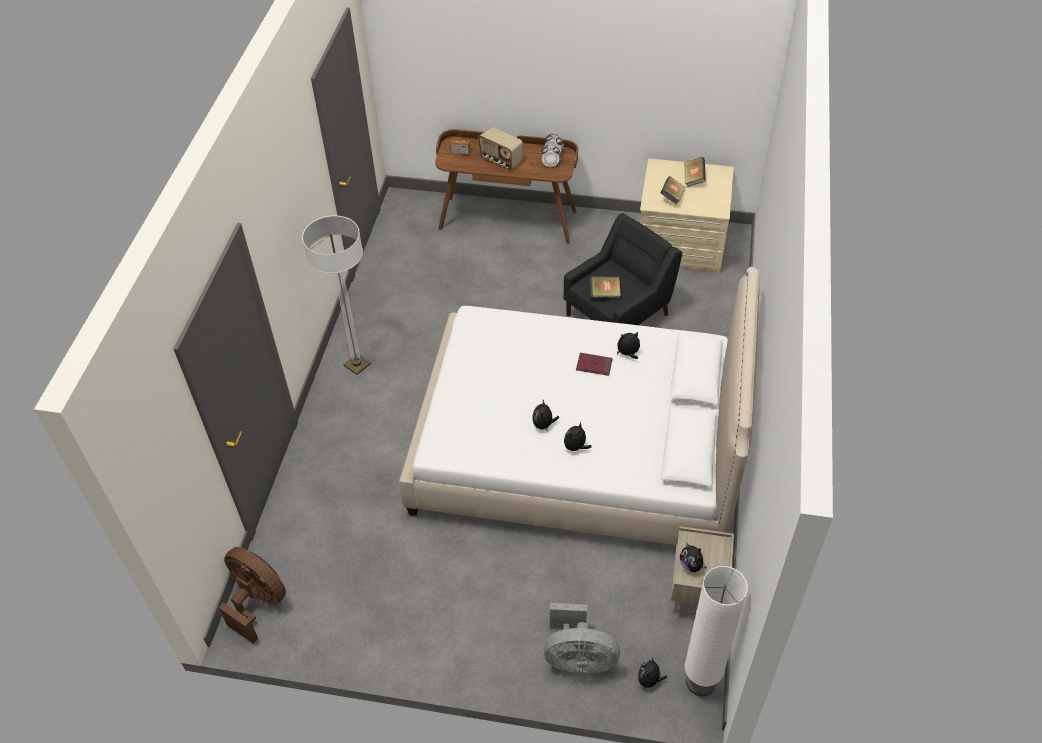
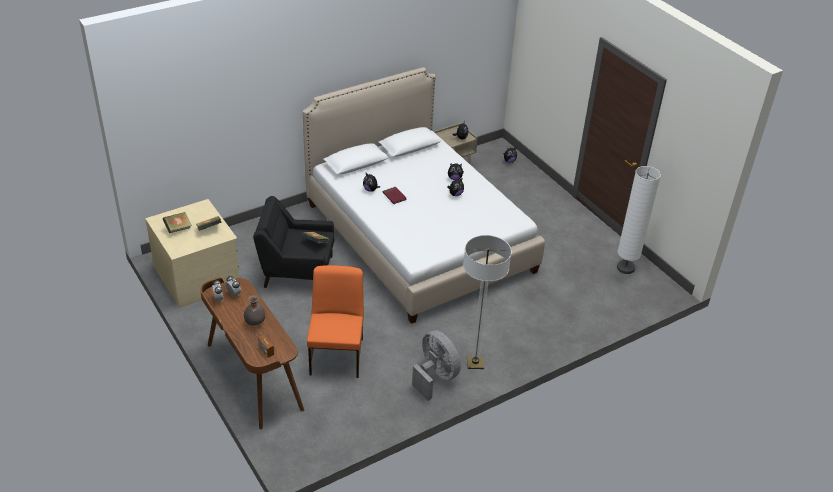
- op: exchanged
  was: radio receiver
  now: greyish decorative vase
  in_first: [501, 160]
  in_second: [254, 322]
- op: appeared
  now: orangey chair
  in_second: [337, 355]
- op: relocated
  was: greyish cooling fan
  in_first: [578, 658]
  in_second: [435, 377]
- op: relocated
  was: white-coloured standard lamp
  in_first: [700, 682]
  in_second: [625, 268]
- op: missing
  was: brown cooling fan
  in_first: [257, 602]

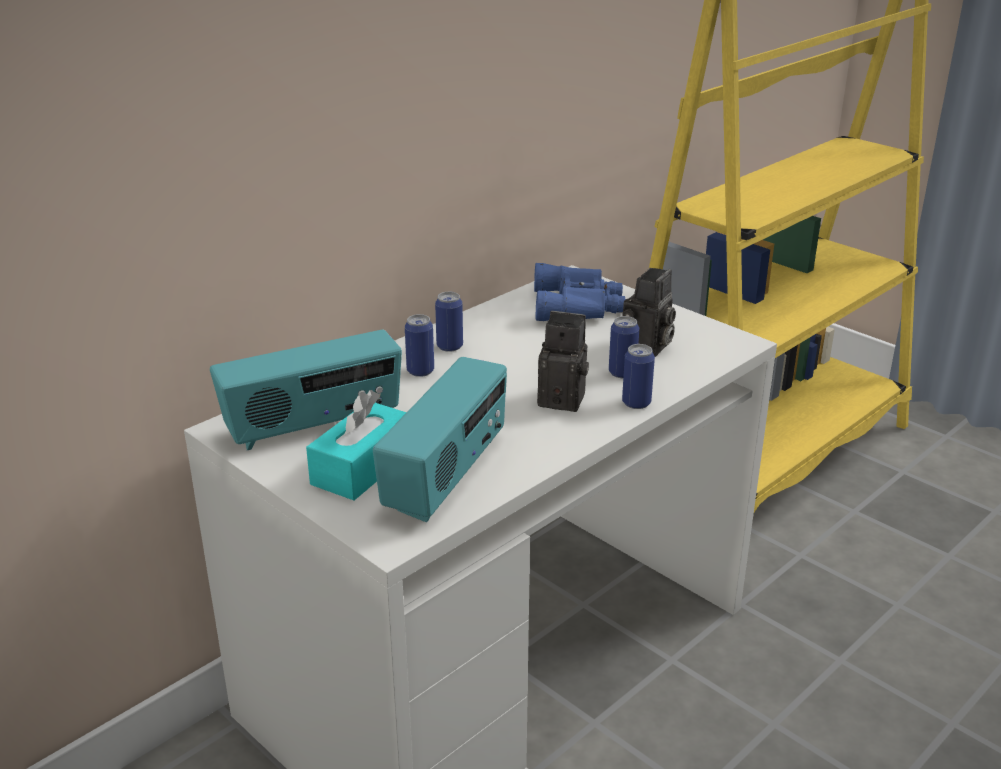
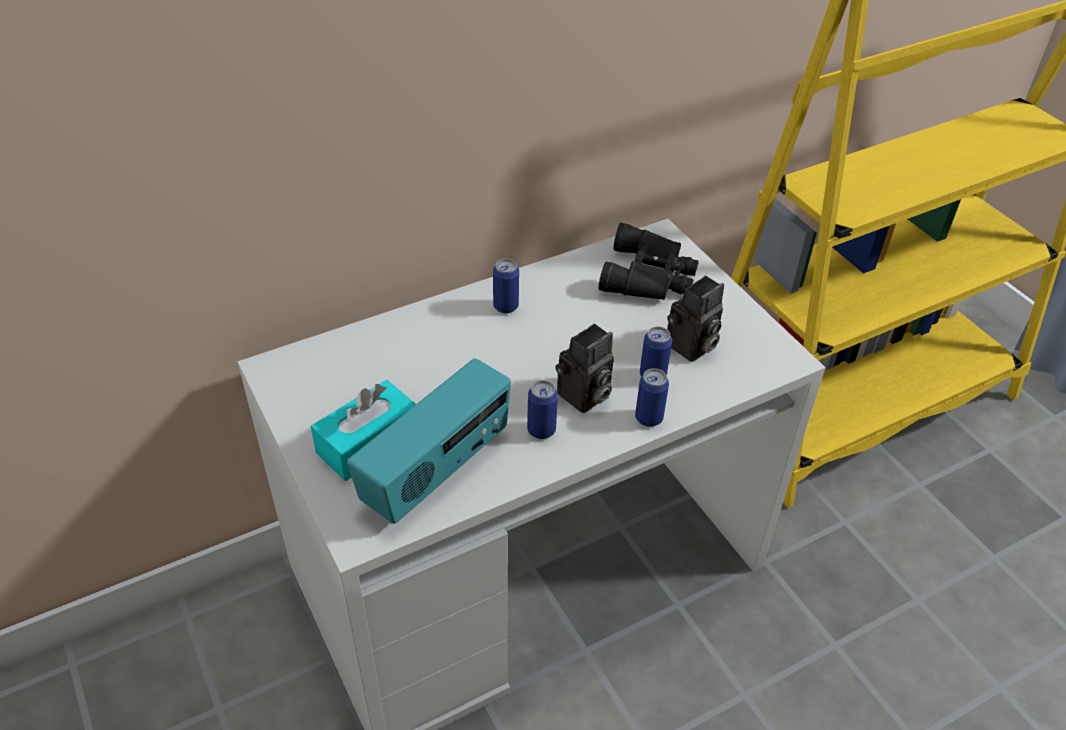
- op: relocated
  was: can
  in_first: [420, 371]
  in_second: [541, 430]
- op: spun
  was: still camera
  in_first: [565, 398]
  in_second: [583, 397]
  clockwise: 105
- op: colour
  was: blue binoculars
  now: blackish binoculars
  in_first: [579, 305]
  in_second: [650, 275]
- op: missing
  was: radio receiver
  in_first: [314, 426]

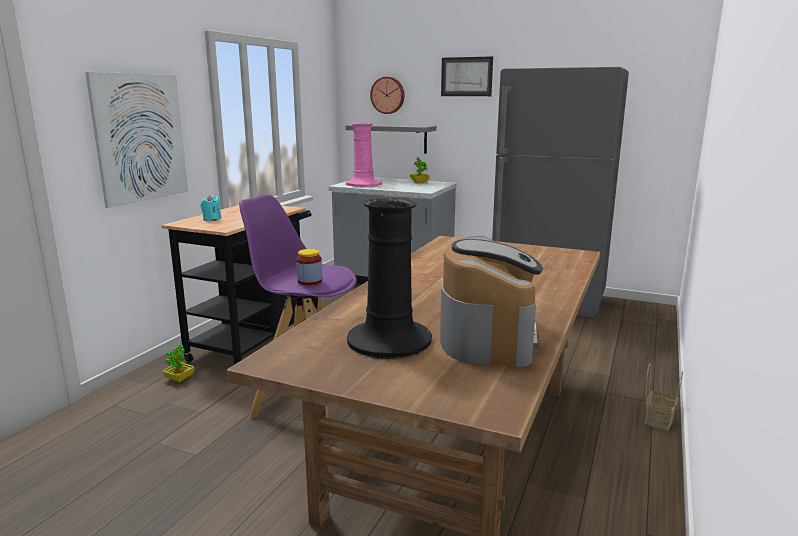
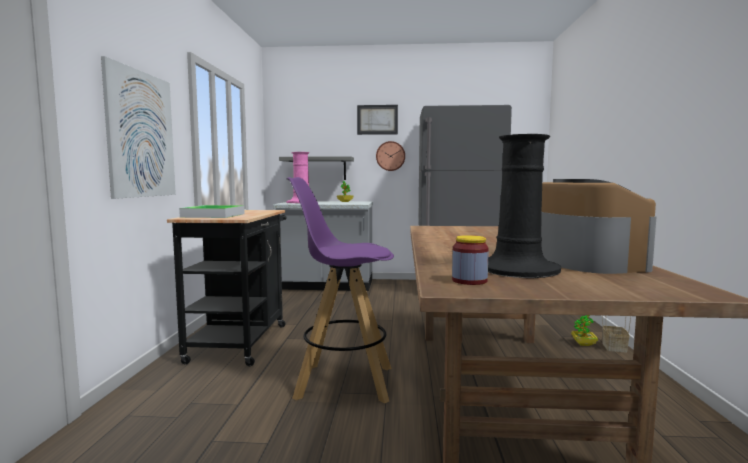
- op: exchanged
  was: blue-green wax light
  now: tray
  in_first: [212, 219]
  in_second: [213, 215]
- op: relocated
  was: clock on the wall
  in_first: [388, 95]
  in_second: [390, 156]
- op: relocated
  was: storage jar
  in_first: [310, 281]
  in_second: [469, 281]
- op: relocated
  was: potted plant
  in_first: [179, 379]
  in_second: [583, 344]

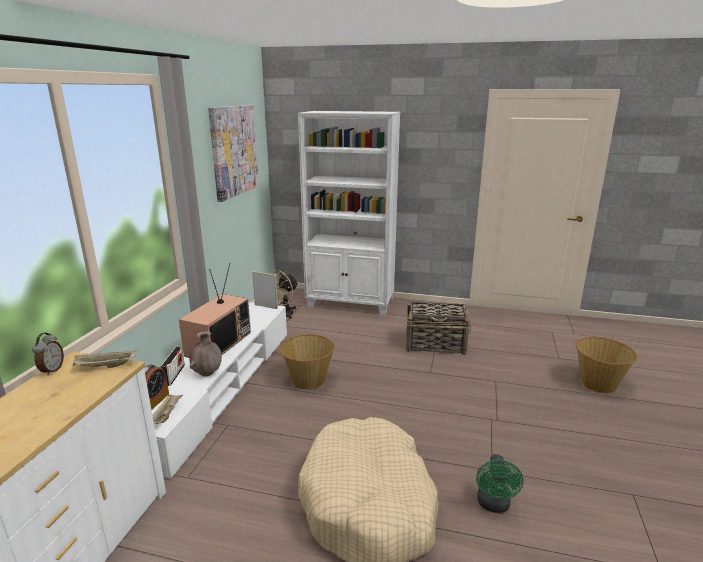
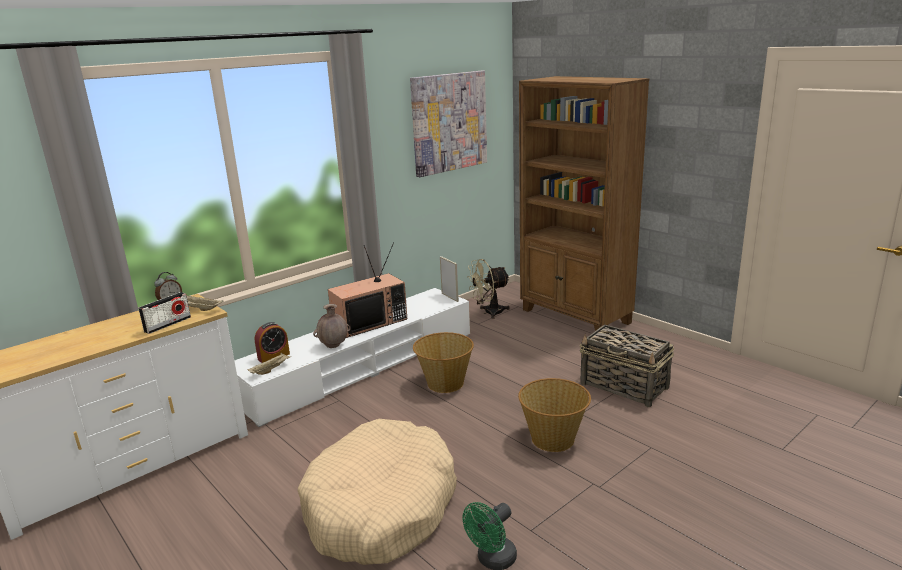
- op: relocated
  was: radio receiver
  in_first: [174, 375]
  in_second: [168, 324]
- op: relocated
  was: household basket
  in_first: [598, 383]
  in_second: [553, 439]
- op: colour
  was: white-coloured bookcase
  now: brown bookcase
  in_first: [351, 303]
  in_second: [575, 317]

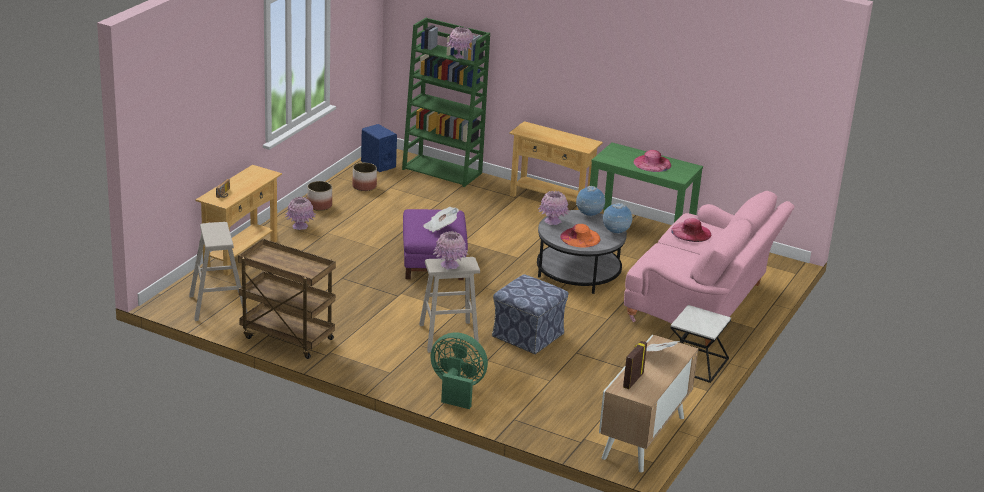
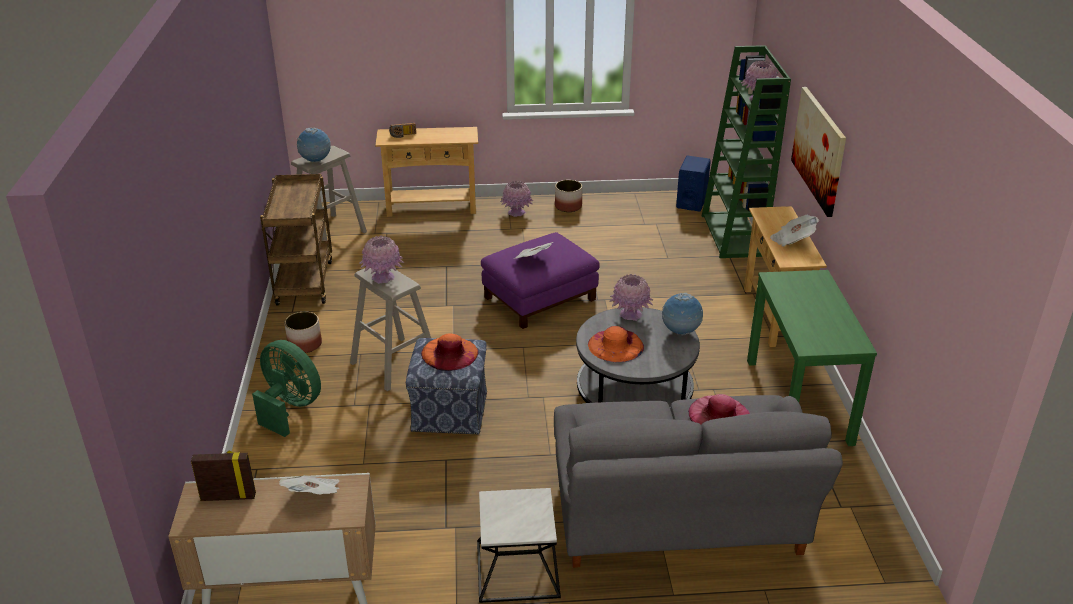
- op: spun
  was: greenish cooling fan
  in_first: [456, 389]
  in_second: [290, 408]
  clockwise: -45
- op: relocated
  was: plant pot
  in_first: [364, 186]
  in_second: [305, 344]
- op: relocated
  was: globe
  in_first: [616, 233]
  in_second: [316, 161]
- op: appeared
  now: orangey hat
  in_second: [449, 353]
- op: colour
  was: pink sofa
  now: greyish sofa
  in_first: [702, 305]
  in_second: [678, 521]
- op: appeared
  now: printed paper
  in_second: [792, 240]
- op: appeared
  now: wall art
  in_second: [819, 149]
- op: missing
  was: pink hat
  in_first: [652, 163]

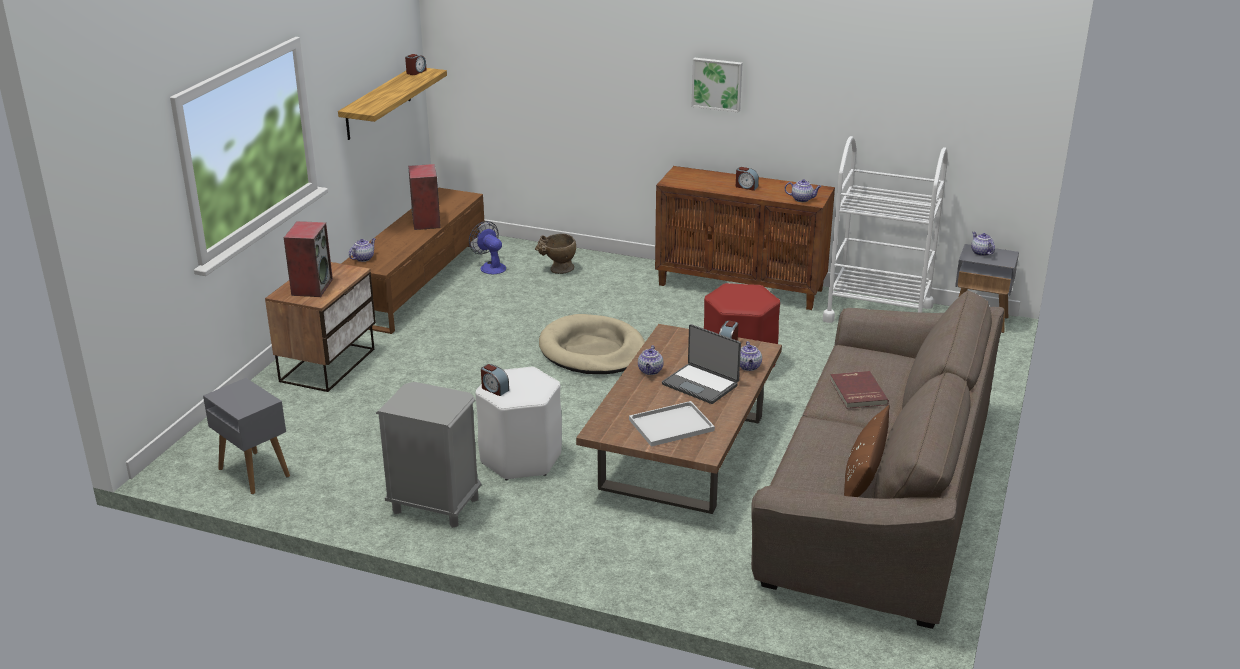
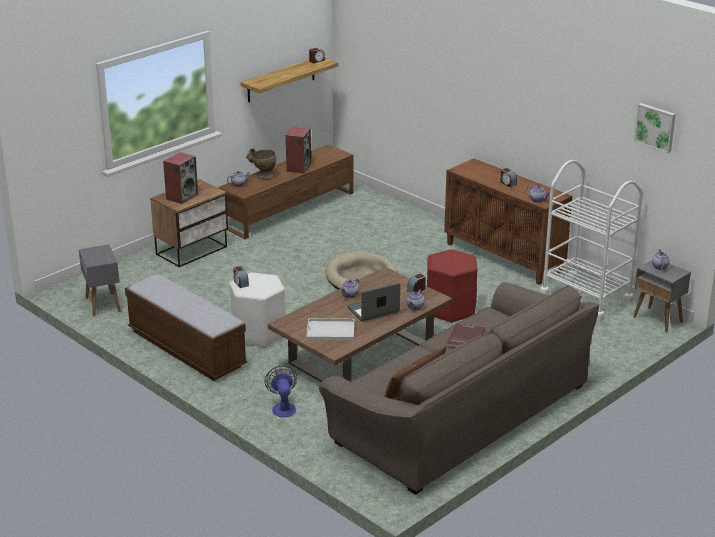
- op: exchanged
  was: greyish night table
  now: bench
  in_first: [435, 506]
  in_second: [186, 348]
- op: relocated
  was: sand-coloured decorative vase
  in_first: [557, 270]
  in_second: [263, 176]
- op: relocated
  was: cooling fan
  in_first: [490, 267]
  in_second: [283, 407]
- op: spun
  was: laptop
  in_first: [701, 384]
  in_second: [373, 310]
  clockwise: 90
- op: relocated
  was: wall art
  in_first: [717, 84]
  in_second: [655, 127]

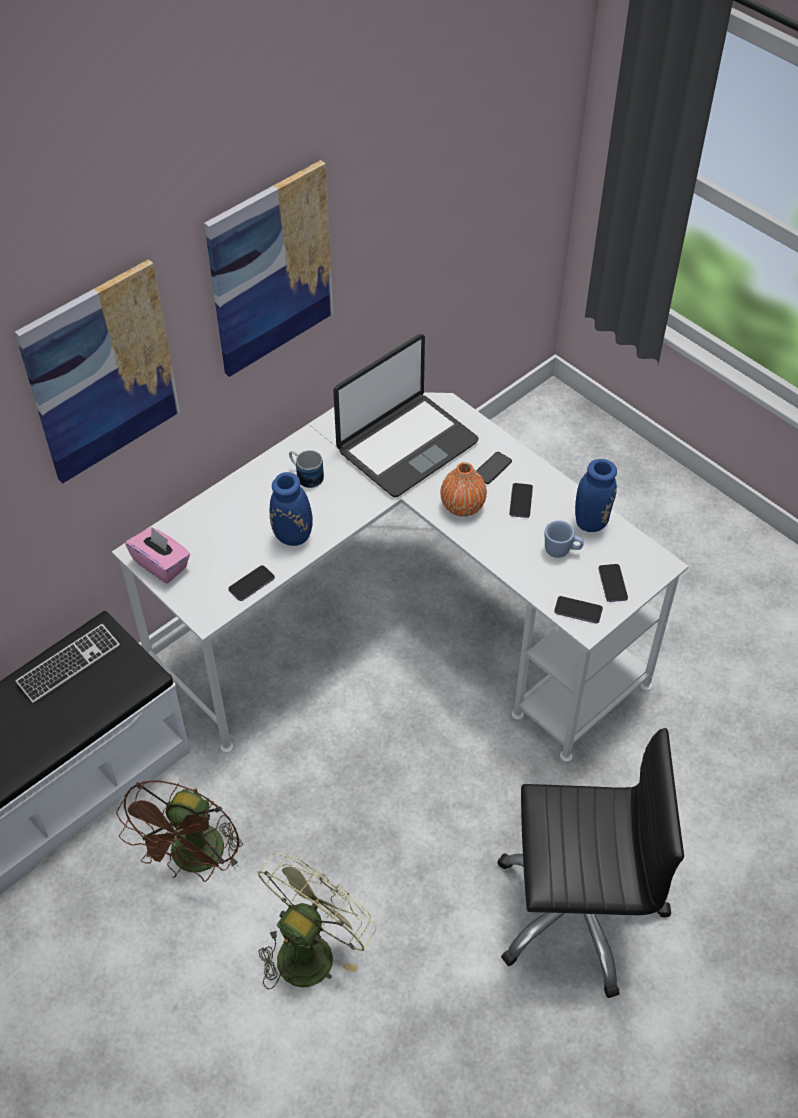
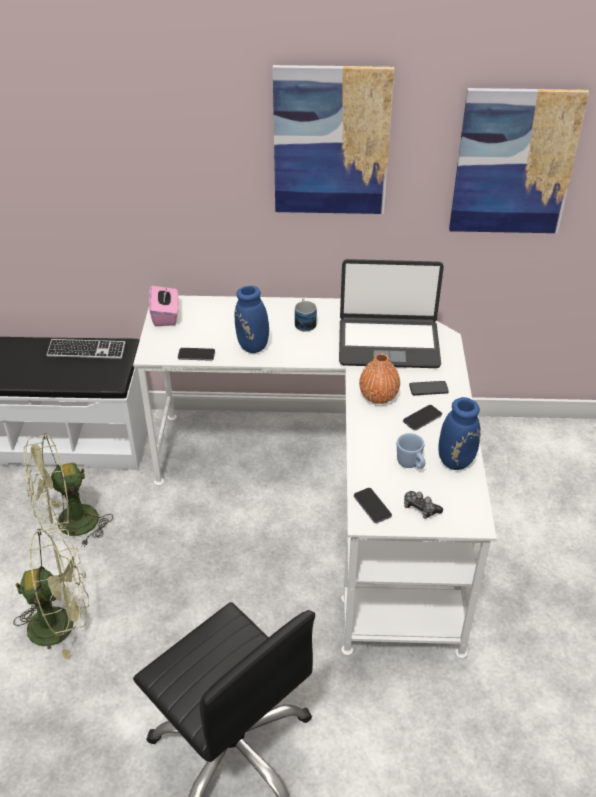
- op: colour
  was: brown cooling fan
  now: greenish cooling fan
  in_first: [195, 861]
  in_second: [69, 525]
- op: exchanged
  was: handset
  now: gamepad
  in_first: [612, 584]
  in_second: [420, 508]
- op: relocated
  was: wall art
  in_first: [101, 373]
  in_second: [514, 163]

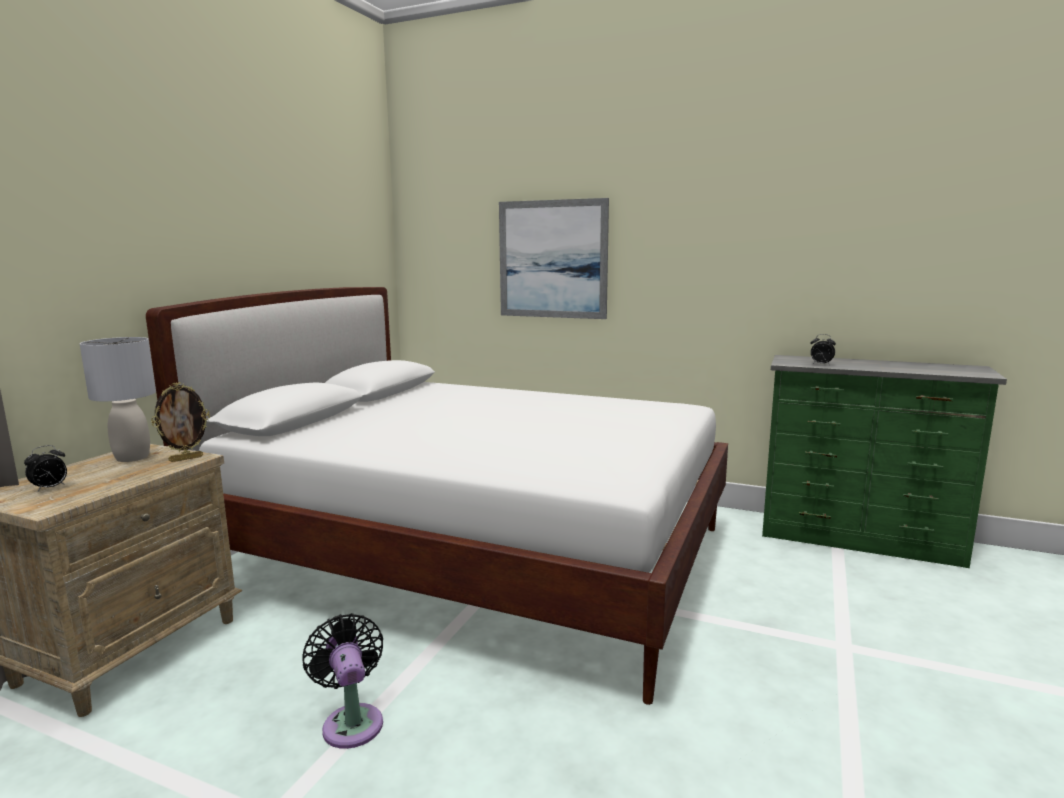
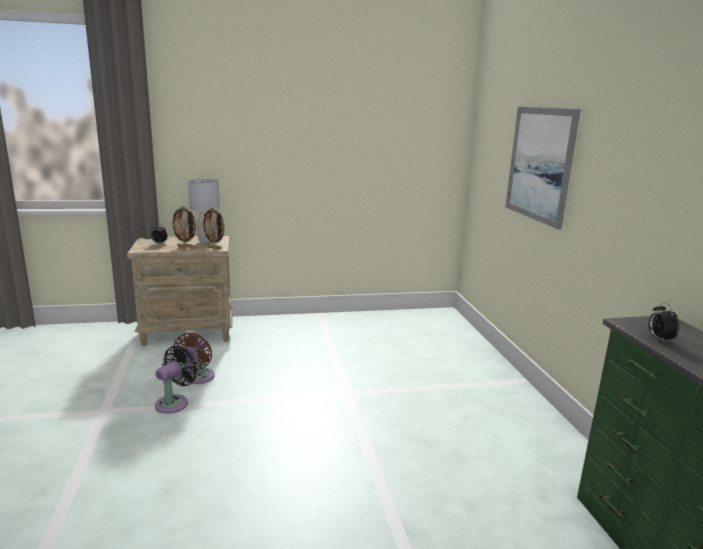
- op: appeared
  now: standing frame
  in_second: [185, 246]
- op: appeared
  now: brown cooling fan
  in_second: [198, 378]
- op: missing
  was: white-coloured bedroom bed
  in_first: [477, 554]

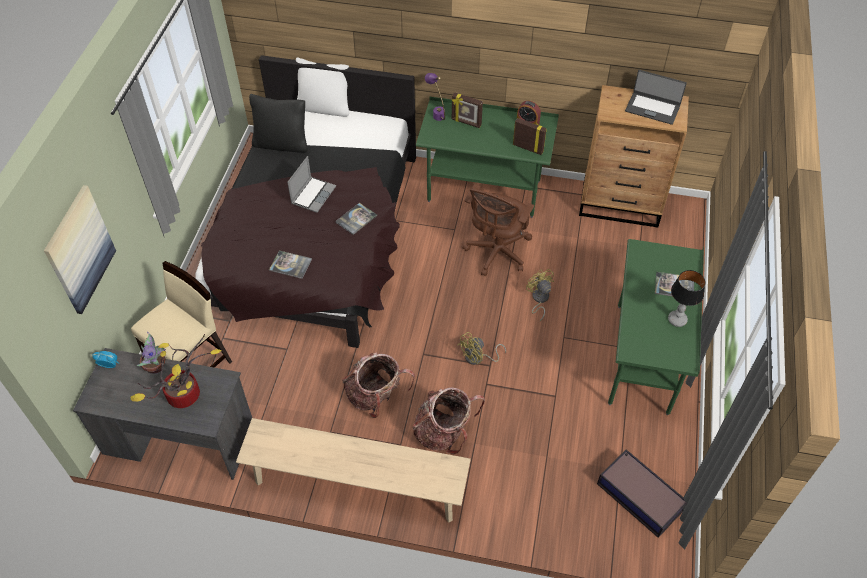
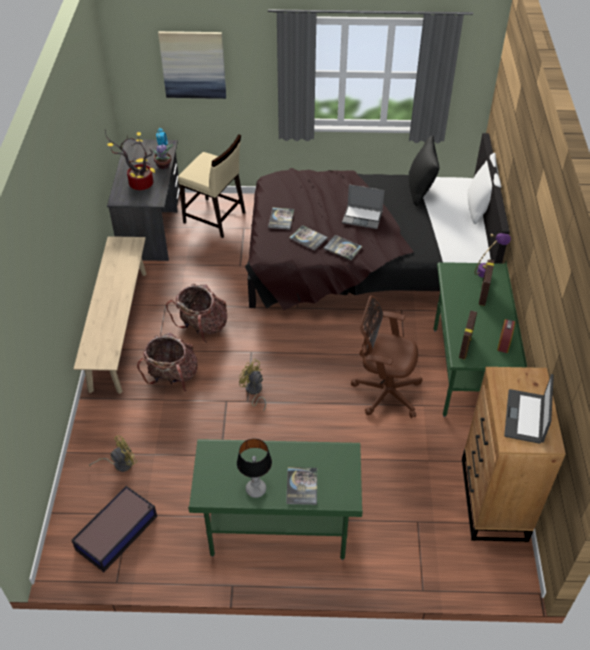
- op: relocated
  was: yellowish cooling fan
  in_first: [539, 299]
  in_second: [119, 463]
- op: appeared
  now: bound book
  in_second: [308, 238]

